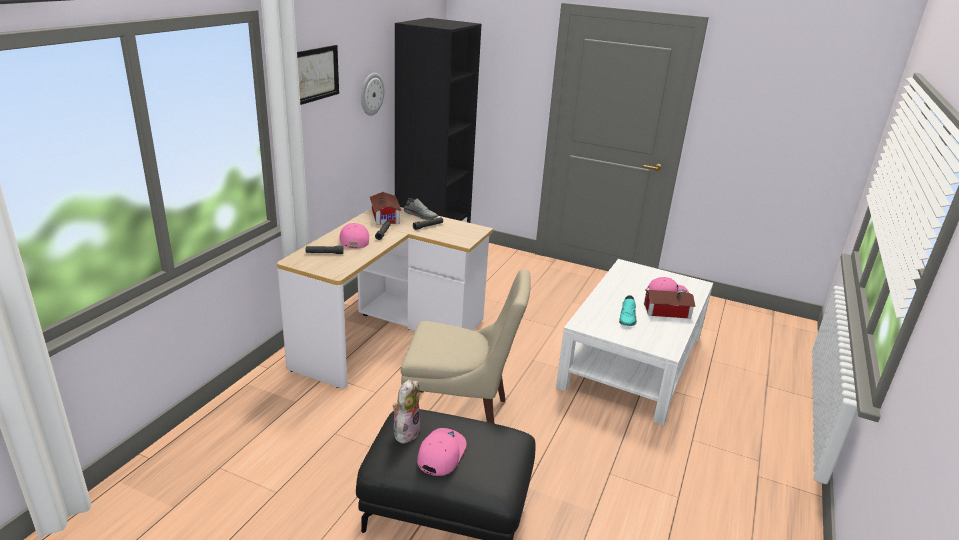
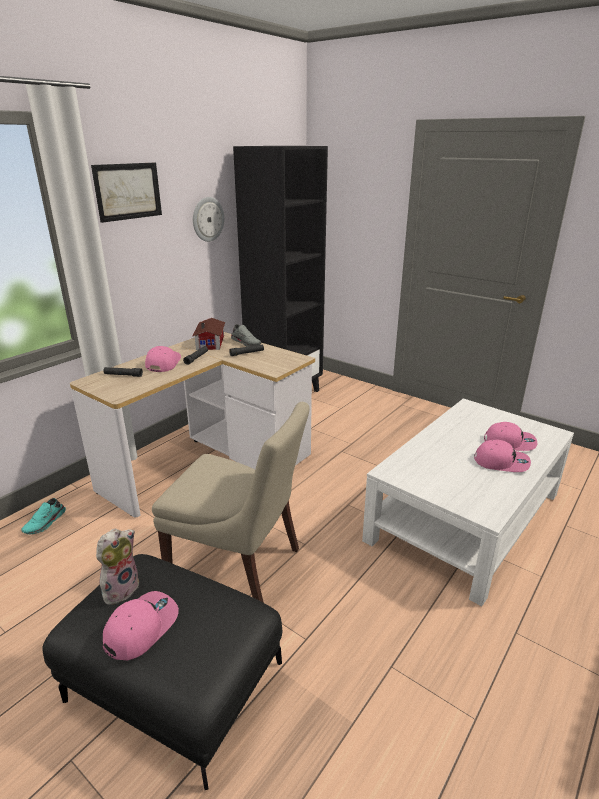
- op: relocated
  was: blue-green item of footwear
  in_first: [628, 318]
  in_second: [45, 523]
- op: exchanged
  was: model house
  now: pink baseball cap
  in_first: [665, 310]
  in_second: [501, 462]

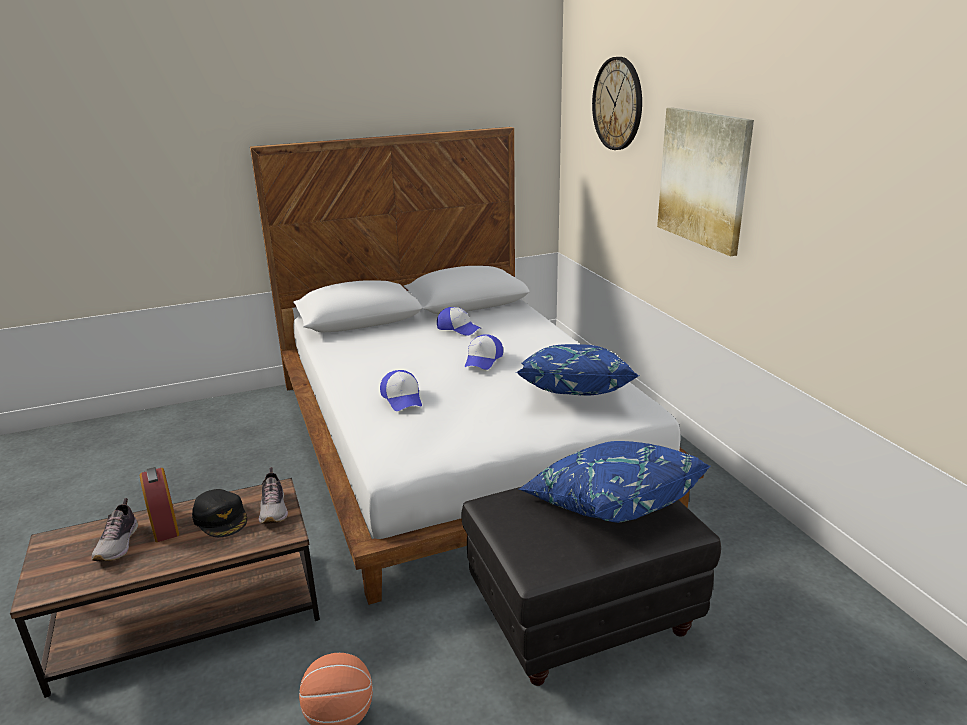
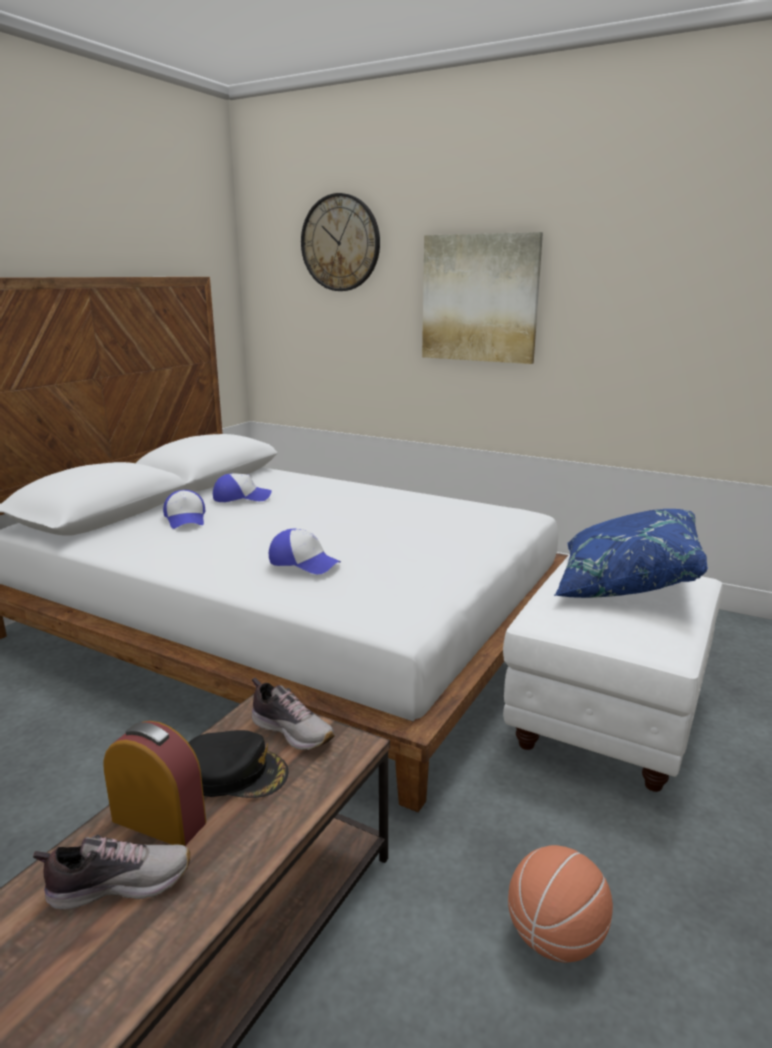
- op: spun
  was: item of footwear
  in_first: [118, 544]
  in_second: [119, 883]
  clockwise: -60
- op: relocated
  was: baseball cap
  in_first: [483, 360]
  in_second: [186, 519]
- op: colour
  was: blackish ottoman
  now: white-coloured ottoman
  in_first: [582, 615]
  in_second: [606, 717]
- op: missing
  was: blue pillow
  in_first: [573, 390]

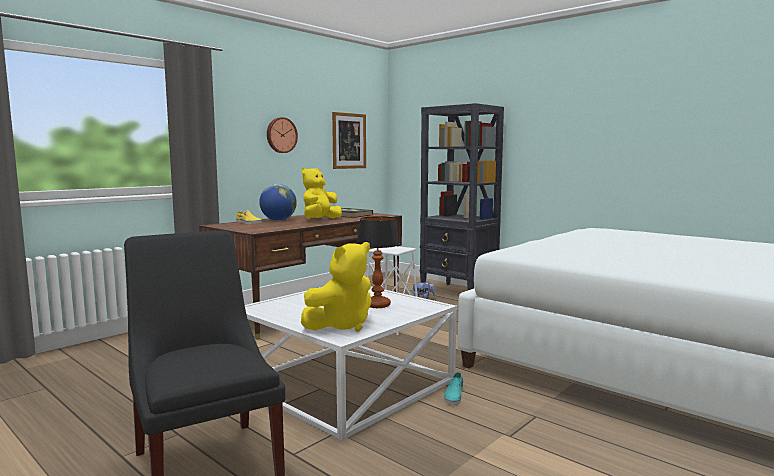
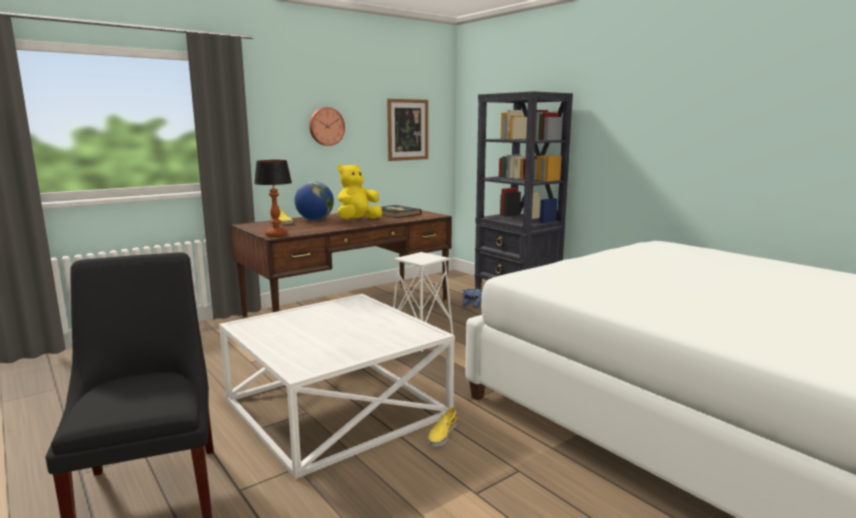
- op: relocated
  was: lamp for a table
  in_first: [378, 305]
  in_second: [277, 235]
- op: colour
  was: blue-green item of footwear
  now: yellowish item of footwear
  in_first: [454, 395]
  in_second: [442, 434]
- op: missing
  was: yellowish soft toy
  in_first: [341, 325]

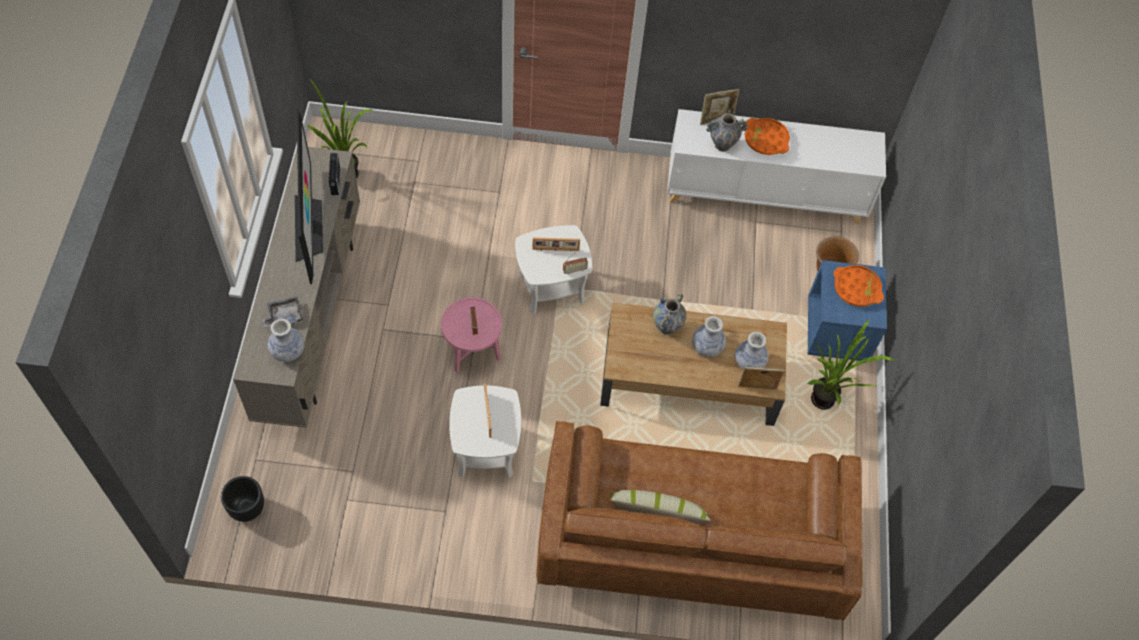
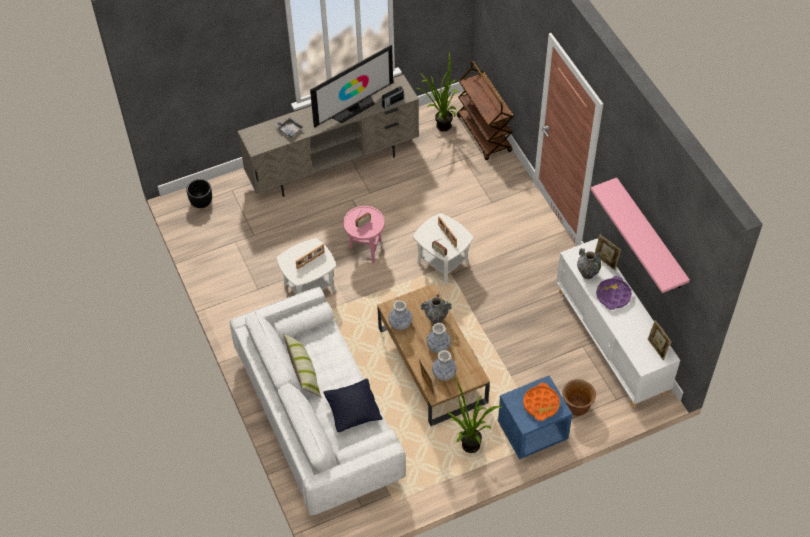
- op: colour
  was: brown sofa
  now: white-coloured sofa
  in_first: [691, 541]
  in_second: [319, 418]
- op: appeared
  now: blackish pillow
  in_second: [353, 412]
- op: relocated
  was: decorative vase
  in_first: [288, 351]
  in_second: [400, 323]
- op: appeared
  now: brown trolley
  in_second: [484, 134]
- op: appeared
  now: pink shelf
  in_second: [650, 235]
- op: colour
  was: orangey tray
  now: purple tray
  in_first: [766, 139]
  in_second: [613, 295]
- op: appeared
  now: standing frame
  in_second: [656, 349]

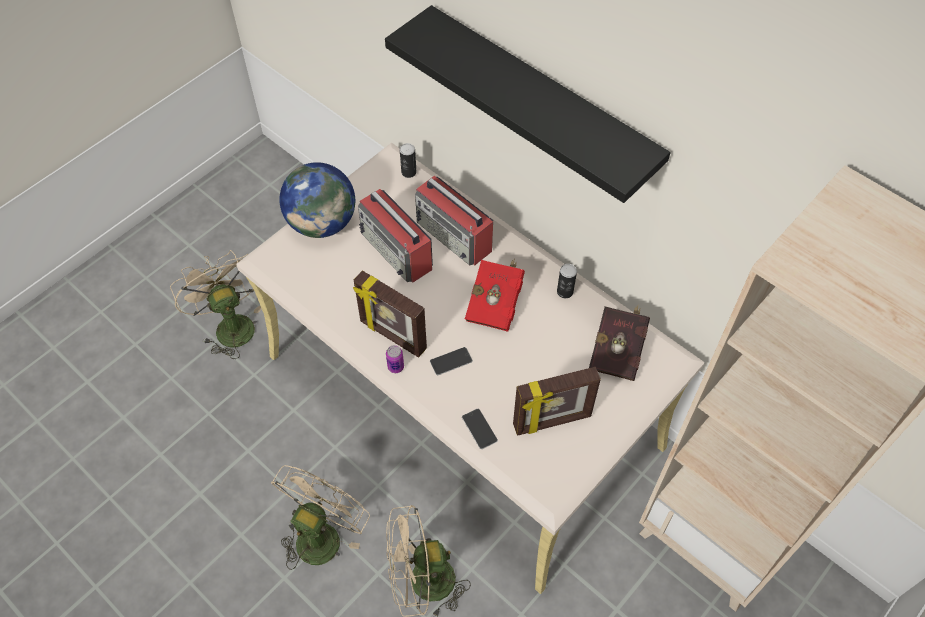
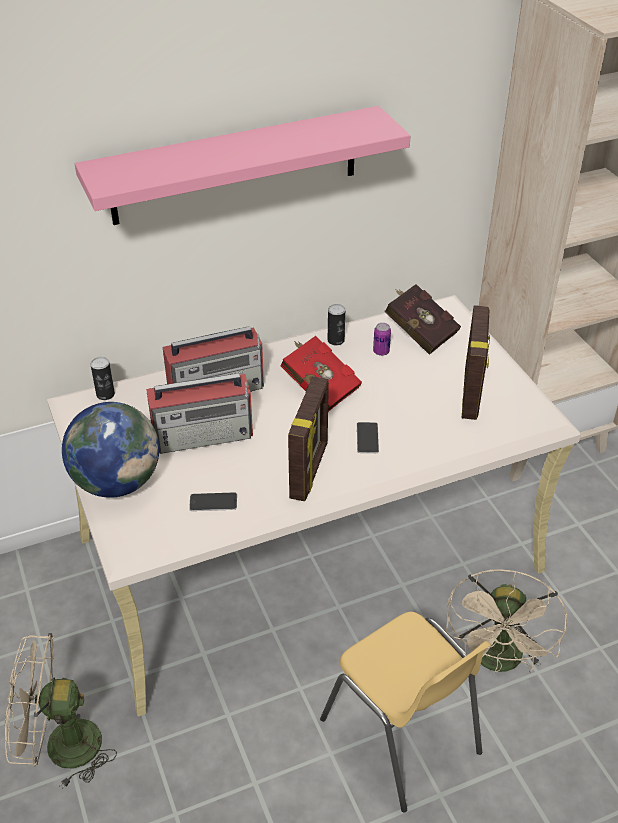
- op: colour
  was: blackish shelf
  now: pink shelf
  in_first: [541, 99]
  in_second: [235, 166]
- op: relocated
  was: handset
  in_first: [479, 429]
  in_second: [213, 502]
- op: spun
  was: standing frame
  in_first: [392, 336]
  in_second: [310, 471]
  clockwise: -45
- op: exchanged
  was: sand-coloured cooling fan
  now: yellowish chair
  in_first: [322, 533]
  in_second: [402, 737]
- op: relocated
  was: can
  in_first: [395, 367]
  in_second: [381, 351]

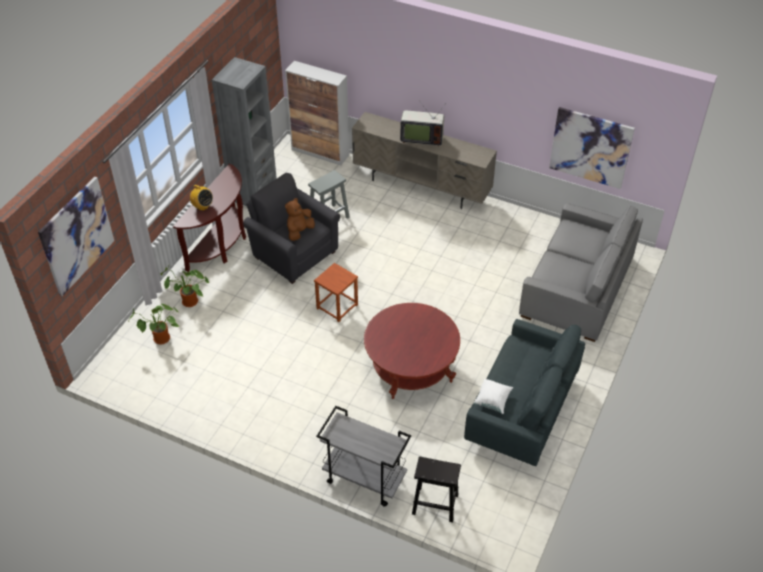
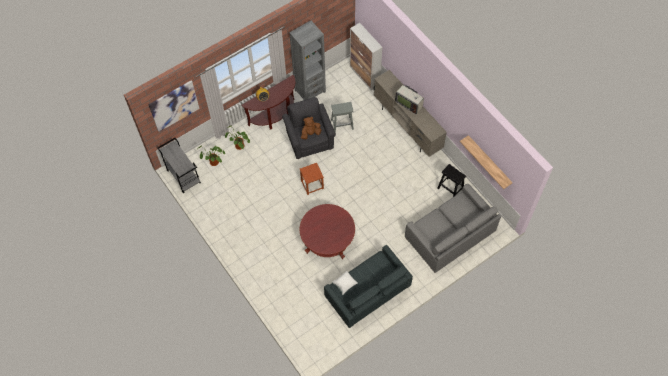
- op: relocated
  was: greyish trolley
  in_first: [363, 479]
  in_second: [183, 176]
- op: relocated
  was: blackish stool seat
  in_first: [434, 504]
  in_second: [450, 188]
- op: exchanged
  was: wall art
  now: shelf
  in_first: [590, 147]
  in_second: [489, 161]

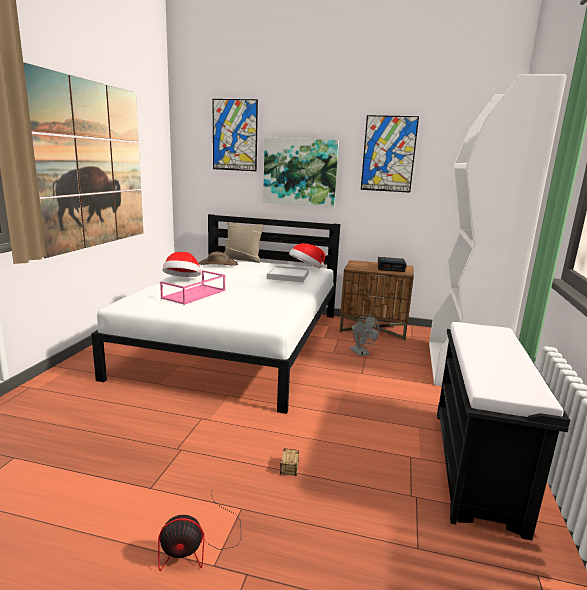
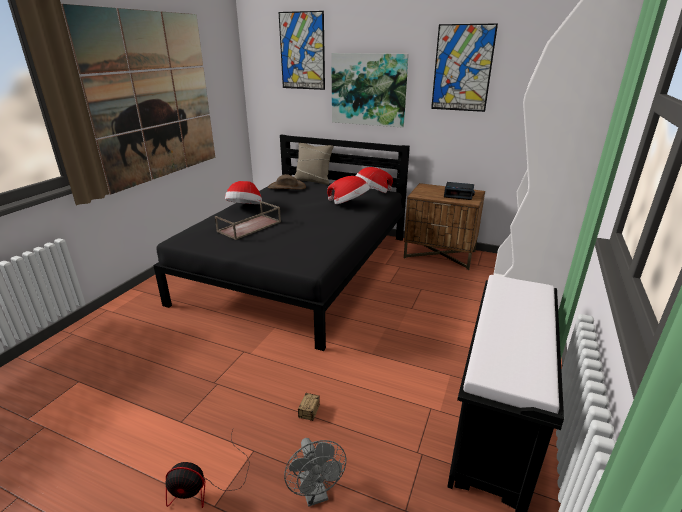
- op: colour
  was: white-coloured bedroom bed
  now: blackish bedroom bed
  in_first: [238, 342]
  in_second: [300, 268]
- op: colour
  was: pink tray
  now: brown tray
  in_first: [194, 294]
  in_second: [249, 227]
- op: relocated
  was: greyish cooling fan
  in_first: [361, 353]
  in_second: [315, 493]
- op: exchanged
  was: white-coloured tray
  now: hat
  in_first: [288, 276]
  in_second: [349, 203]

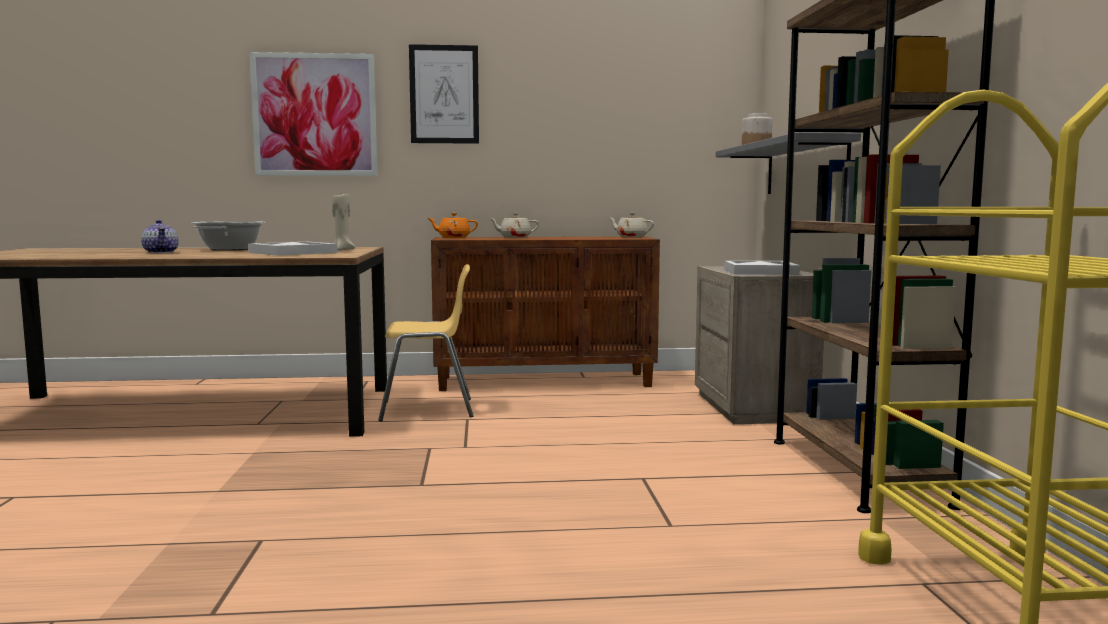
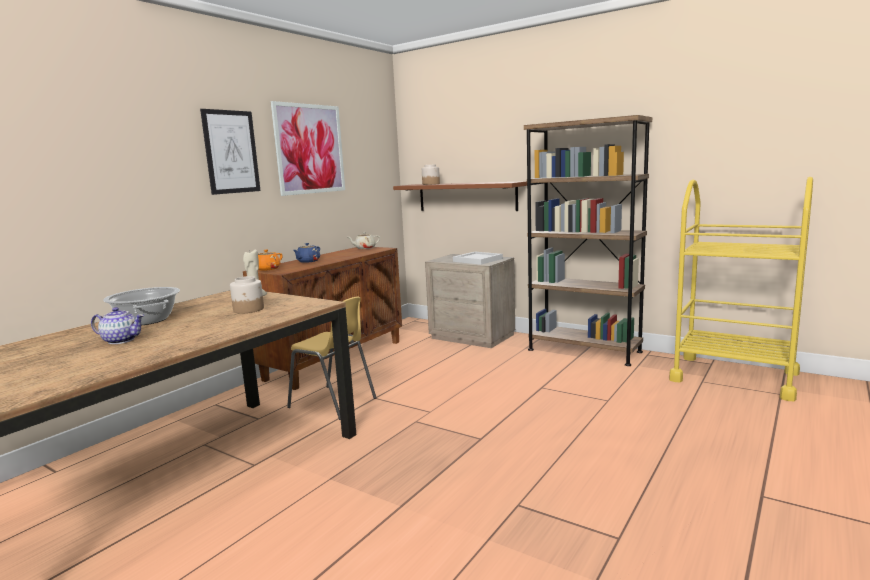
- op: exchanged
  was: white-coloured tray
  now: storage jar
  in_first: [292, 252]
  in_second: [249, 309]
- op: relocated
  was: wall art
  in_first: [315, 115]
  in_second: [309, 149]
- op: spun
  was: yellowish chair
  in_first: [428, 410]
  in_second: [333, 403]
  clockwise: 90
- op: colour
  was: sand-coloured tea pot
  now: blue tea pot
  in_first: [514, 237]
  in_second: [308, 261]
- op: colour
  was: greyish shelf
  now: brown shelf
  in_first: [805, 168]
  in_second: [466, 196]

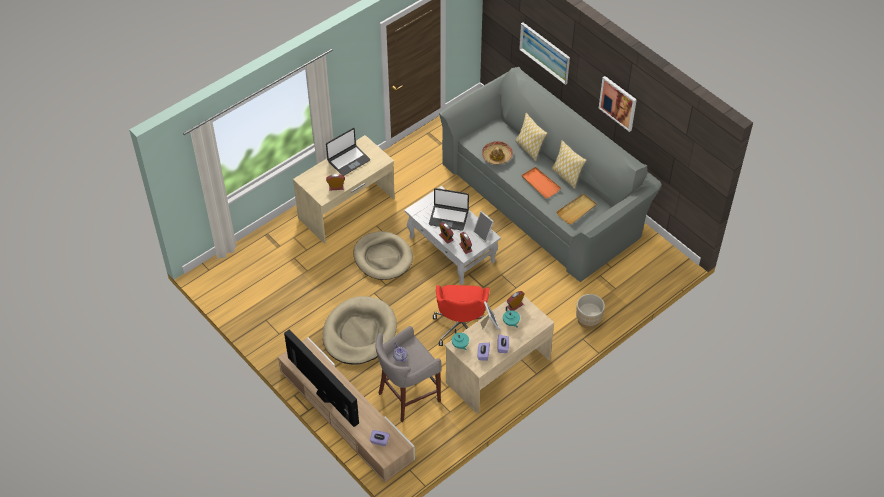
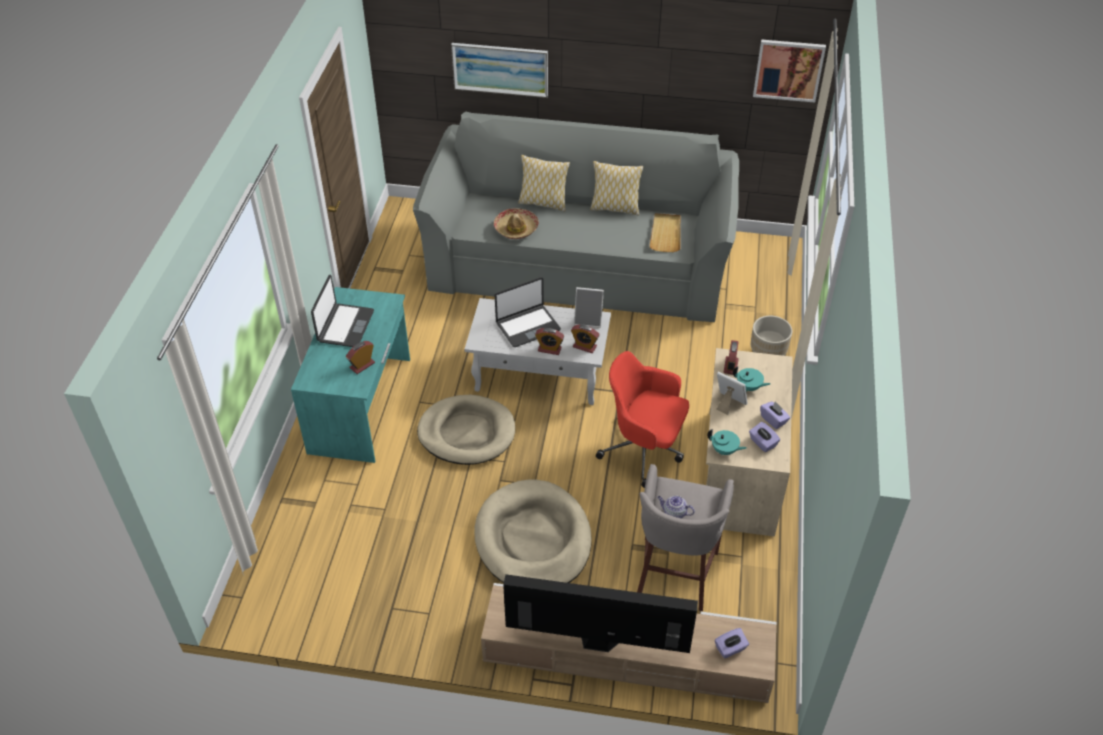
- op: colour
  was: sand-coloured desk unit
  now: blue-green desk unit
  in_first: [347, 209]
  in_second: [361, 405]
- op: spun
  was: red office chair
  in_first: [461, 326]
  in_second: [644, 450]
  clockwise: 150
- op: relocated
  was: wall art
  in_first: [618, 103]
  in_second: [788, 70]
- op: missing
  was: orangey tray
  in_first: [540, 183]

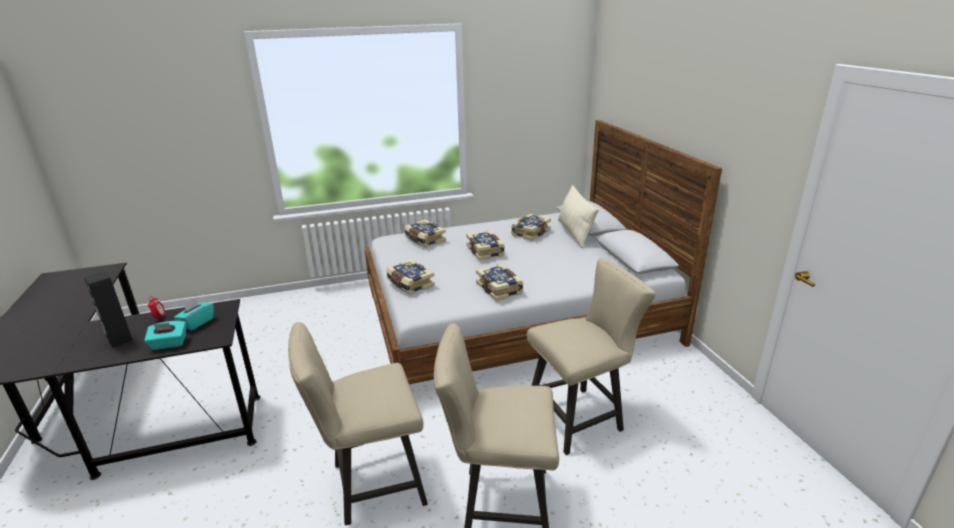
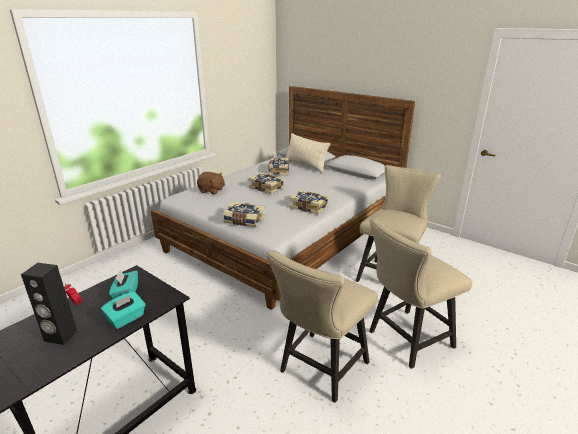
- op: exchanged
  was: bound book
  now: brown soft toy
  in_first: [424, 240]
  in_second: [211, 191]

